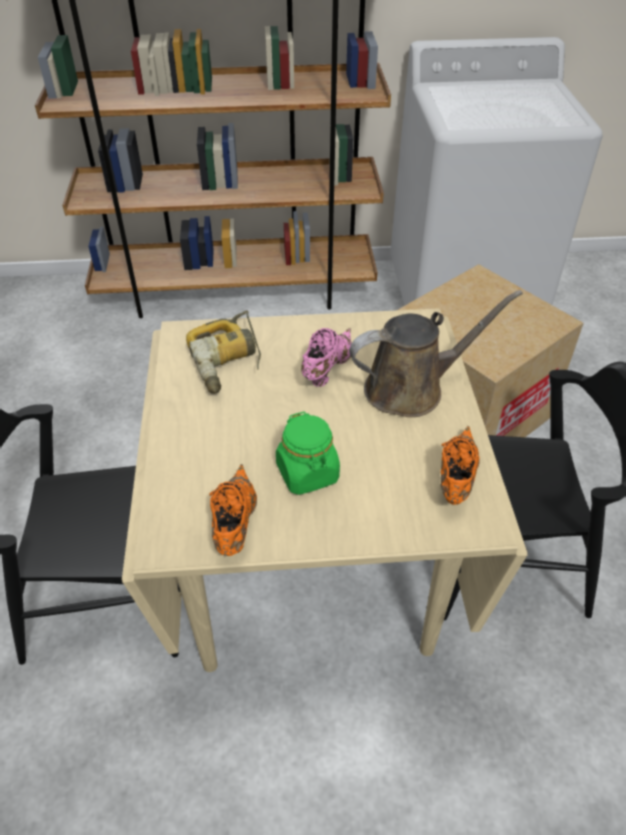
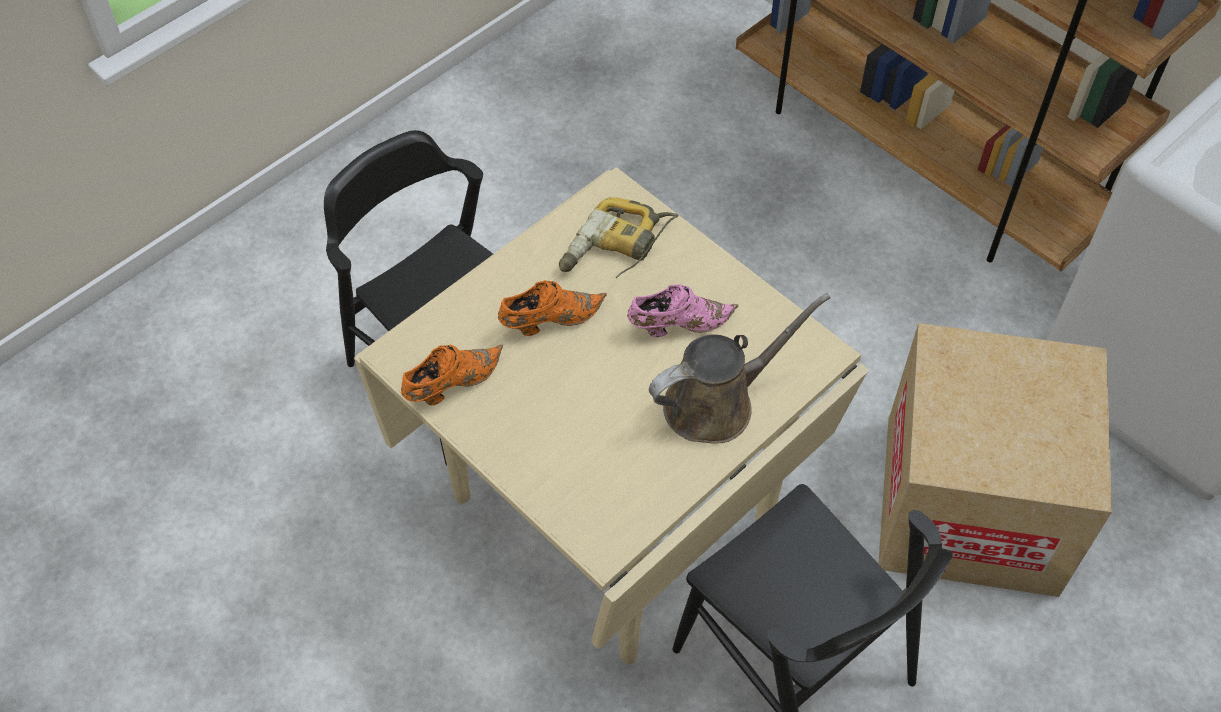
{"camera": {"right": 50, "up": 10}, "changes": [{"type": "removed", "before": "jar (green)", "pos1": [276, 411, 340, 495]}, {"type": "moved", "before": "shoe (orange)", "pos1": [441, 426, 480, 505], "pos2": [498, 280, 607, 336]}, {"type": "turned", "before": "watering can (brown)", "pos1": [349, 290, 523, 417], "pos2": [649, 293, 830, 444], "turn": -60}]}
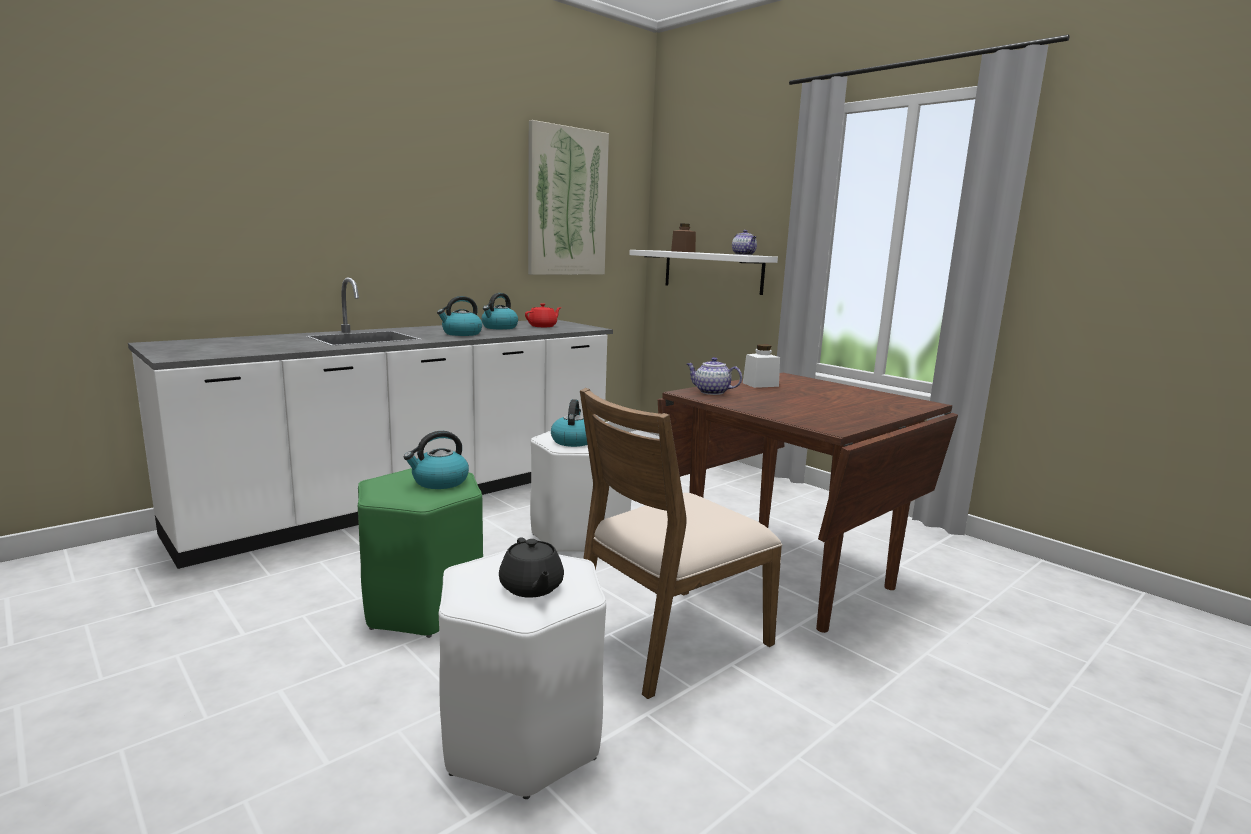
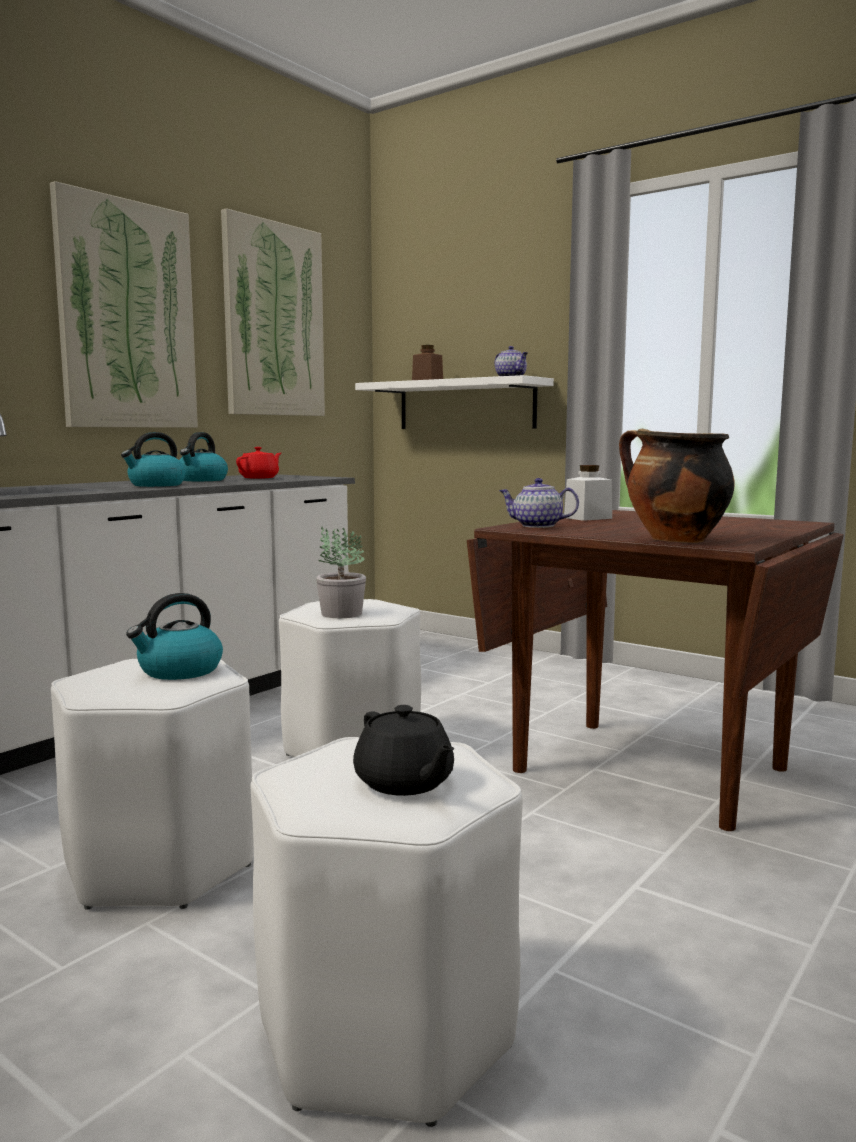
{"camera": {"right": -10, "up": -5}, "changes": [{"type": "removed", "before": "chair (brown)", "pos1": [580, 388, 782, 699]}, {"type": "added", "after": "picture", "pos2": [50, 181, 198, 428]}, {"type": "added", "after": "cooking pot", "pos2": [619, 429, 735, 543]}, {"type": "replaced", "before": "kettle", "after": "potted plant", "pos1": [551, 399, 587, 447], "pos2": [316, 527, 366, 618]}, {"type": "recoloured", "before": "stool (green)", "after": "stool (white)", "pos1": [358, 468, 483, 638], "pos2": [51, 659, 254, 910]}]}
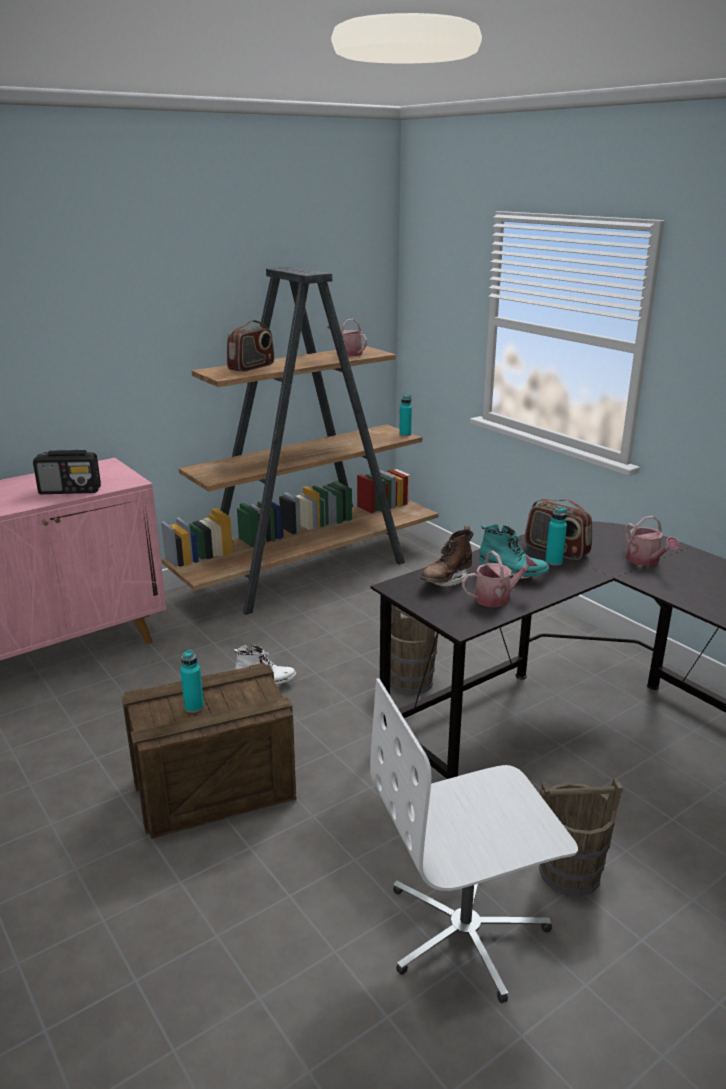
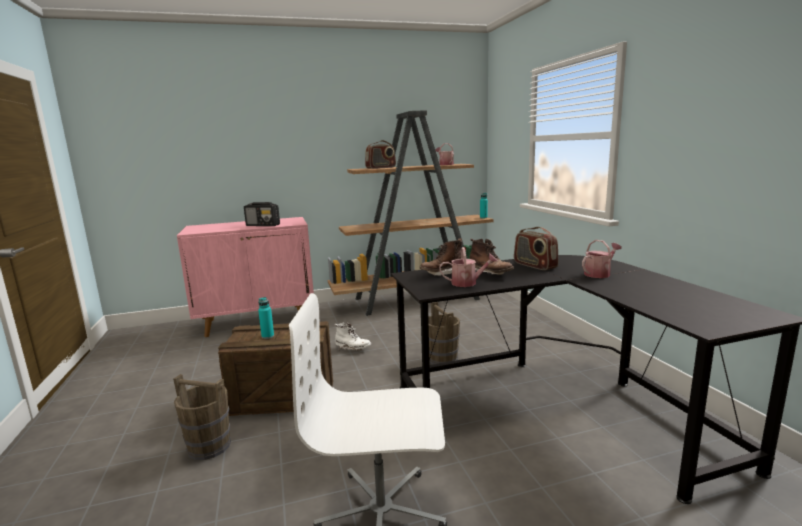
{"camera": {"right": 20, "up": -10}, "changes": [{"type": "removed", "before": "bottle (turquoise)", "pos1": [545, 507, 567, 566]}, {"type": "moved", "before": "bucket (brown)", "pos1": [539, 778, 623, 897], "pos2": [173, 374, 231, 460]}, {"type": "recoloured", "before": "boot (turquoise)", "after": "boot (brown)", "pos1": [479, 524, 549, 579], "pos2": [469, 239, 514, 275]}, {"type": "turned", "before": "watering can", "pos1": [625, 516, 679, 566], "pos2": [582, 240, 622, 278], "turn": -120}]}
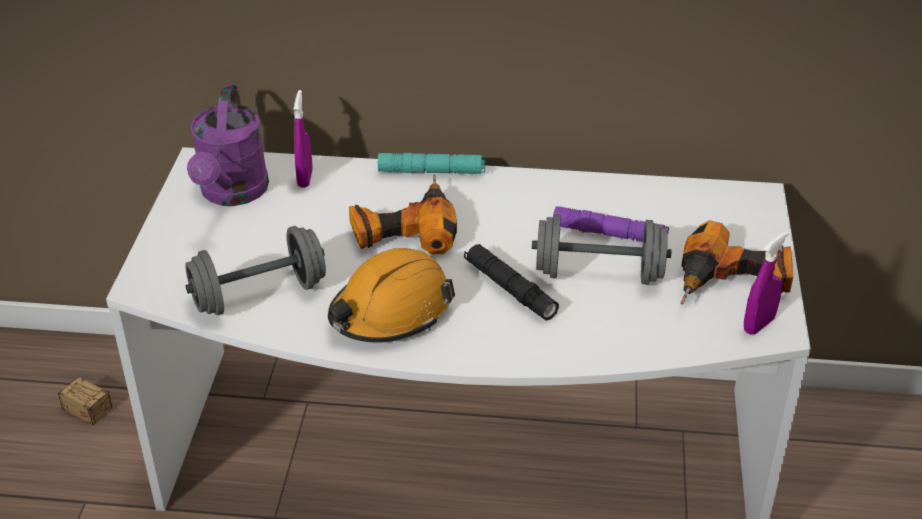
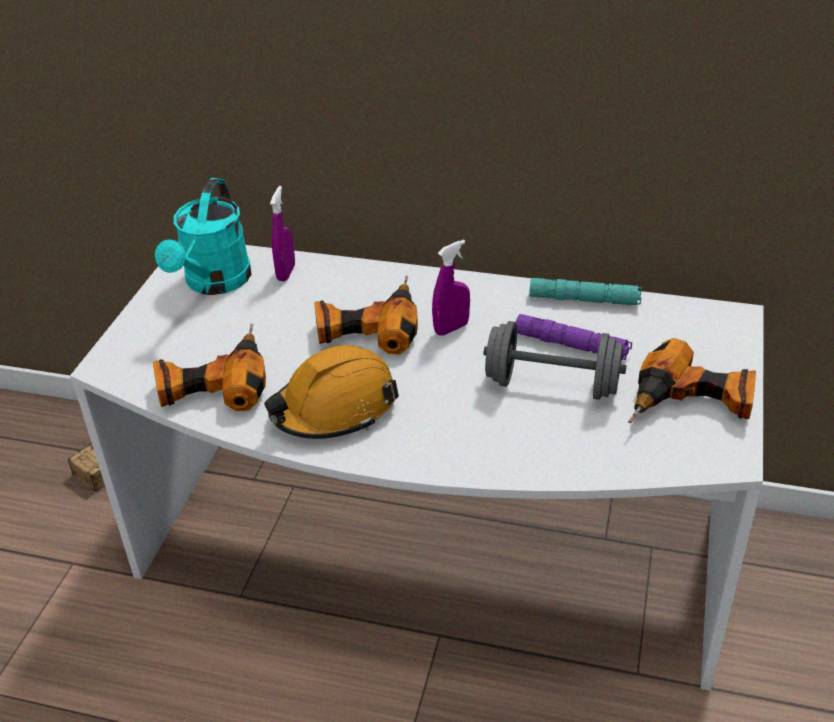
{"camera": {"right": 10, "up": 0}, "changes": [{"type": "removed", "before": "flashlight (black)", "pos1": [464, 244, 559, 320]}, {"type": "moved", "before": "flashlight (turquoise)", "pos1": [378, 153, 486, 174], "pos2": [529, 278, 642, 305]}, {"type": "moved", "before": "spray bottle (purple)", "pos1": [744, 231, 789, 335], "pos2": [432, 239, 470, 336]}, {"type": "replaced", "before": "dumbbell (grey)", "after": "power drill", "pos1": [185, 226, 326, 316], "pos2": [153, 324, 266, 411]}, {"type": "recoloured", "before": "watering can (purple)", "after": "watering can (turquoise)", "pos1": [187, 85, 269, 206], "pos2": [155, 178, 251, 295]}]}
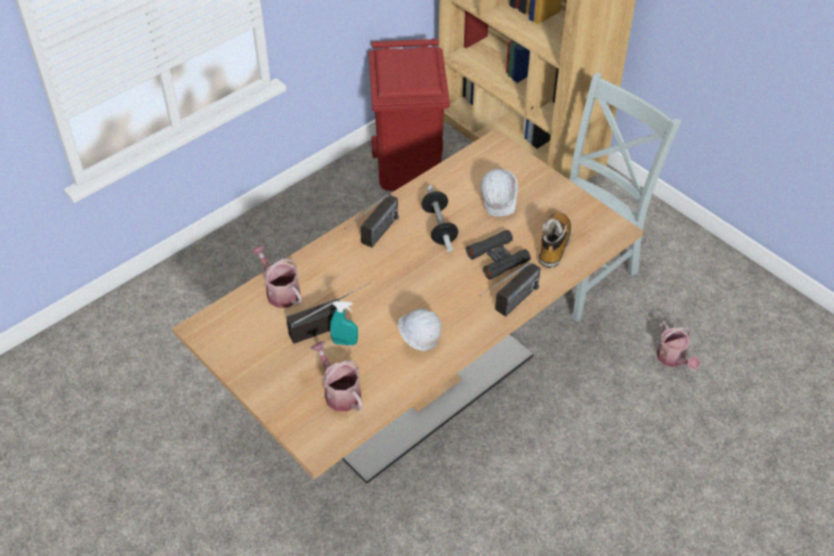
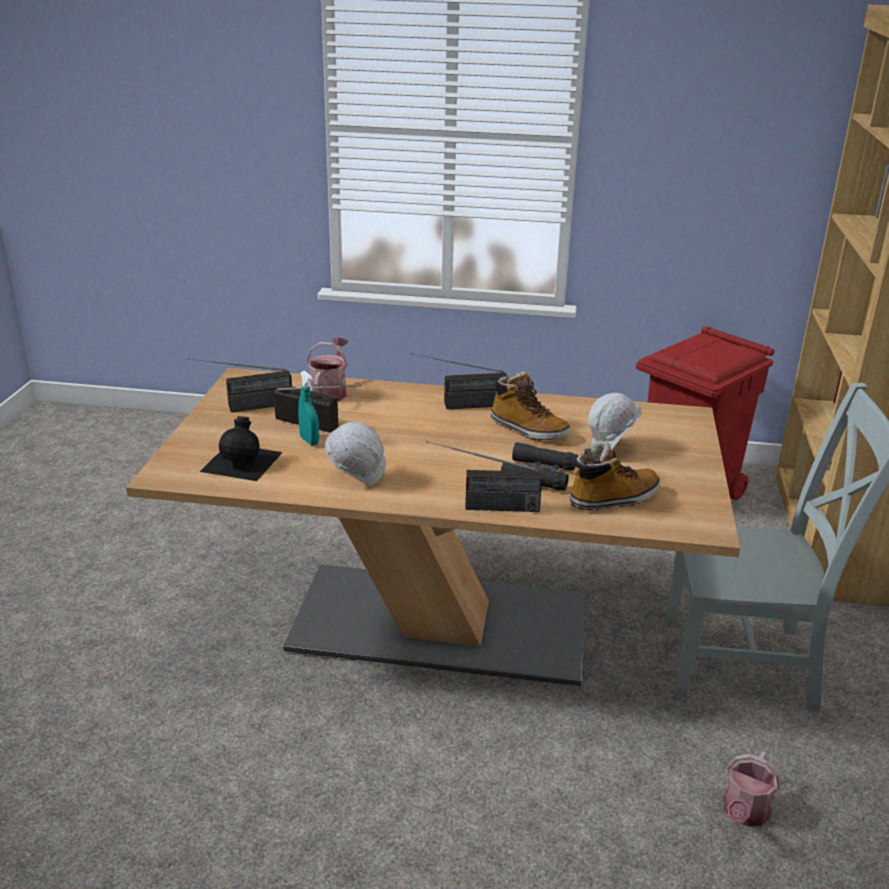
{"camera": {"right": 50, "up": -20}, "changes": [{"type": "added", "after": "radio", "pos2": [188, 358, 292, 413]}, {"type": "replaced", "before": "watering can", "after": "bottle (black)", "pos1": [310, 341, 363, 411], "pos2": [200, 416, 283, 481]}, {"type": "replaced", "before": "dumbbell", "after": "boot", "pos1": [422, 185, 458, 252], "pos2": [491, 372, 571, 441]}]}
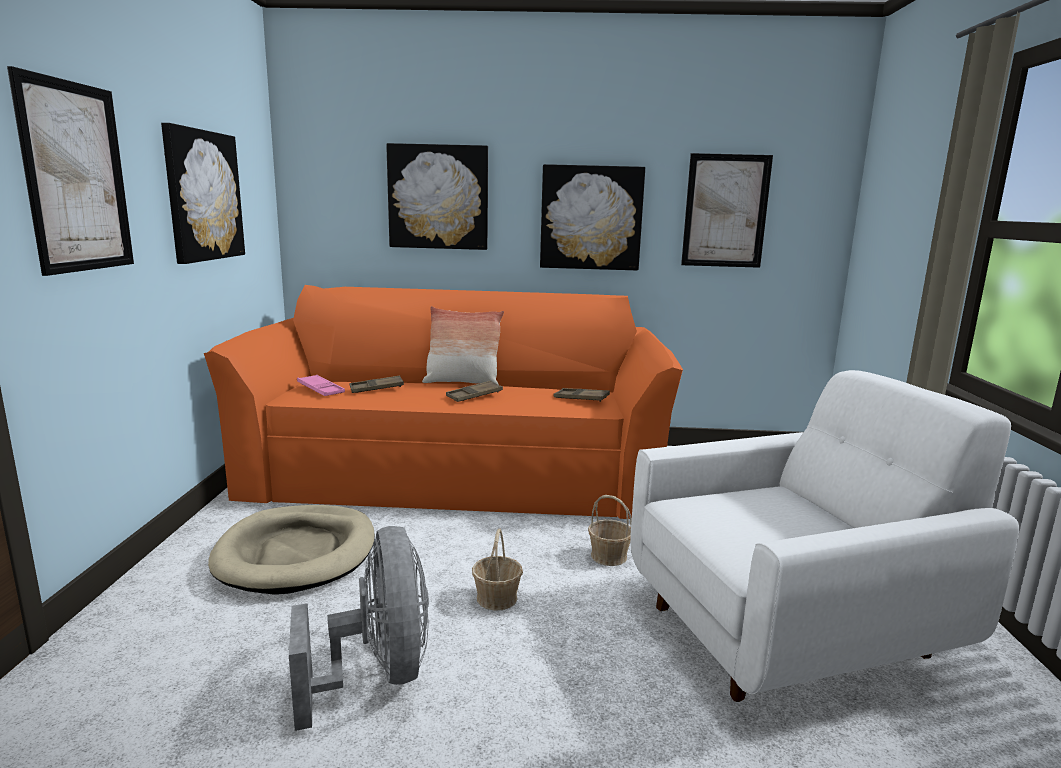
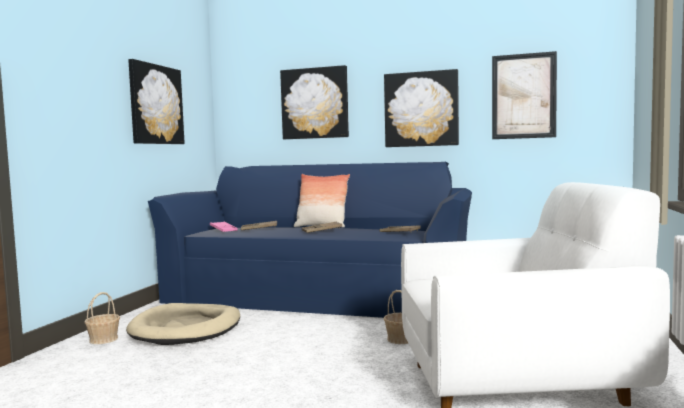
{"camera": {"right": 15, "up": -10}, "changes": [{"type": "removed", "before": "picture", "pos1": [7, 66, 134, 276]}, {"type": "removed", "before": "fan (grey)", "pos1": [289, 526, 429, 731]}, {"type": "moved", "before": "basket", "pos1": [472, 528, 523, 611], "pos2": [84, 292, 120, 344]}, {"type": "recoloured", "before": "sofa (orange)", "after": "sofa (blue)", "pos1": [204, 285, 683, 519], "pos2": [148, 162, 472, 318]}]}
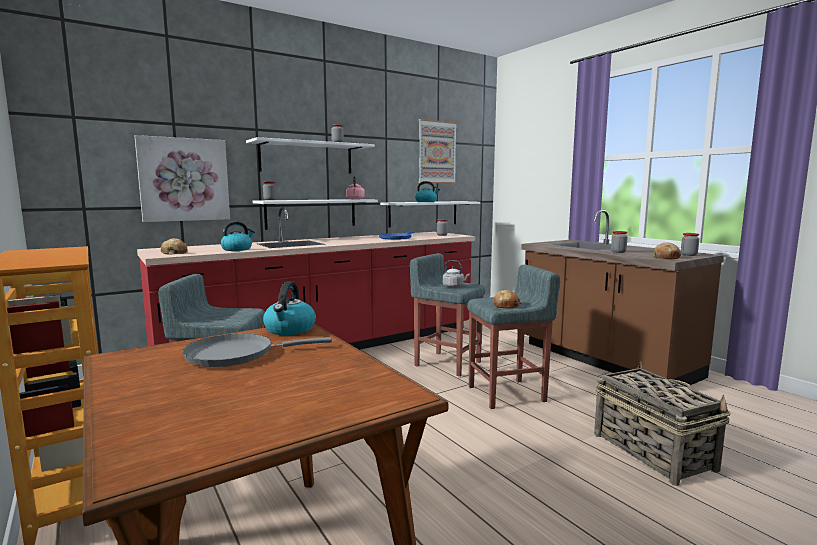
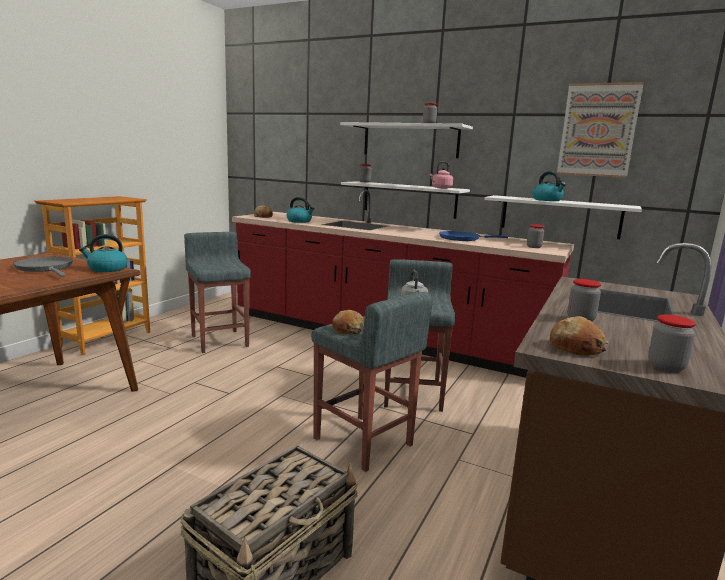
{"camera": {"right": 60, "up": 5}, "changes": [{"type": "removed", "before": "picture", "pos1": [135, 135, 230, 222]}]}
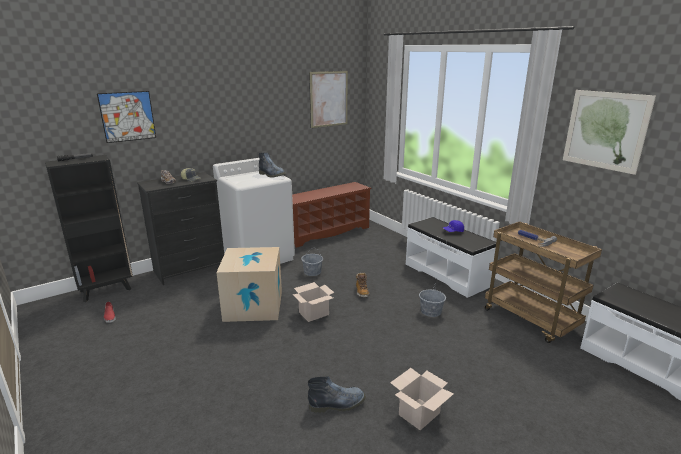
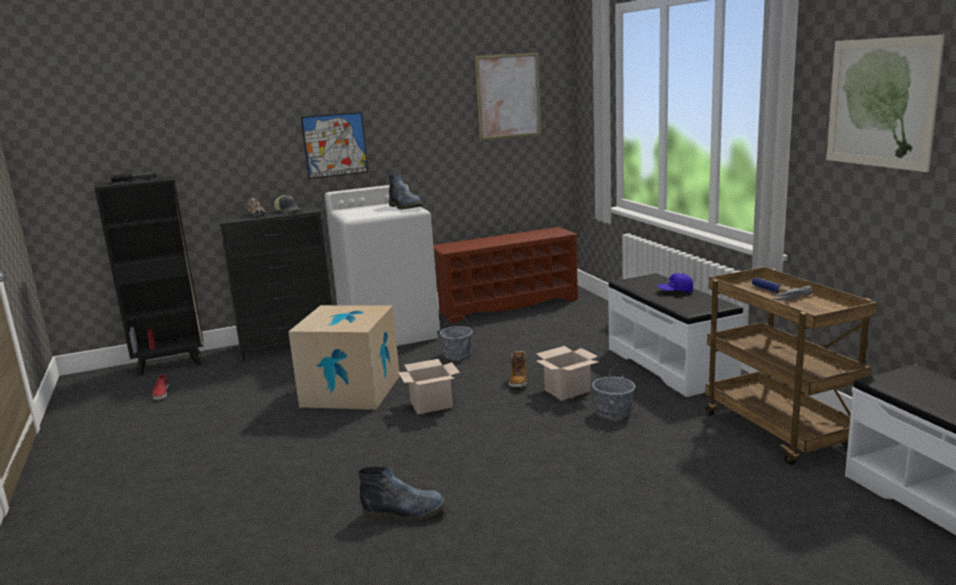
{"camera": {"right": 15, "up": -5}, "changes": [{"type": "moved", "before": "picture", "pos1": [97, 91, 156, 143], "pos2": [301, 112, 368, 179]}, {"type": "moved", "before": "cardboard box", "pos1": [390, 368, 454, 430], "pos2": [536, 346, 598, 400]}]}
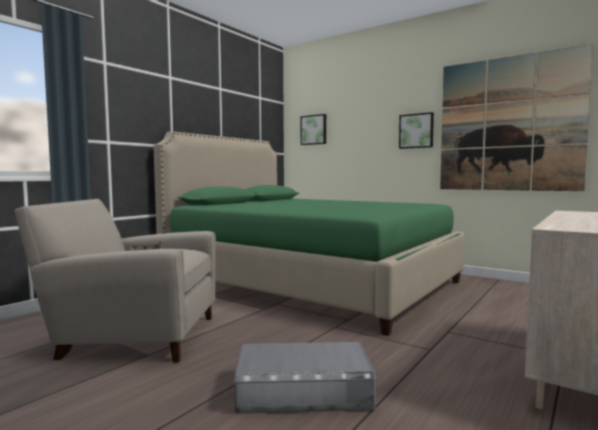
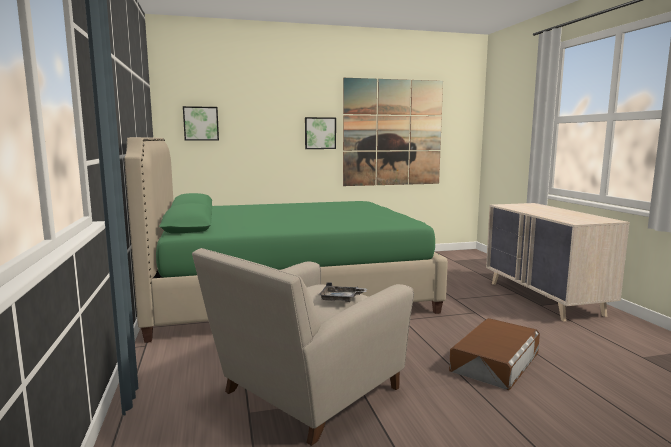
{"camera": {"right": -50, "up": 5}, "changes": [{"type": "recoloured", "before": "storage box (grey)", "after": "storage box (brown)", "pos1": [234, 342, 376, 414], "pos2": [449, 318, 540, 390]}]}
